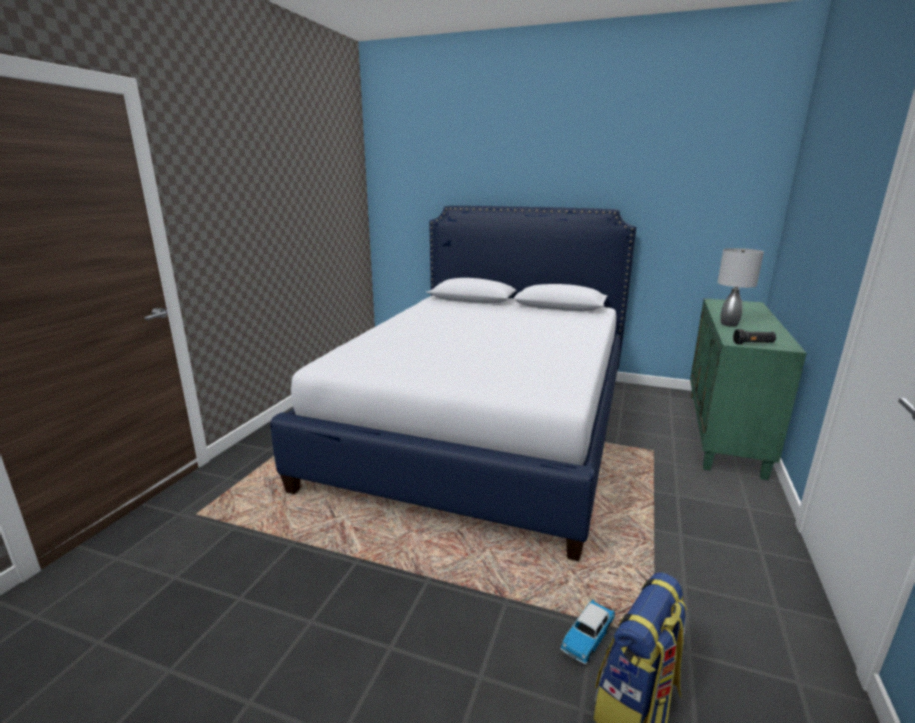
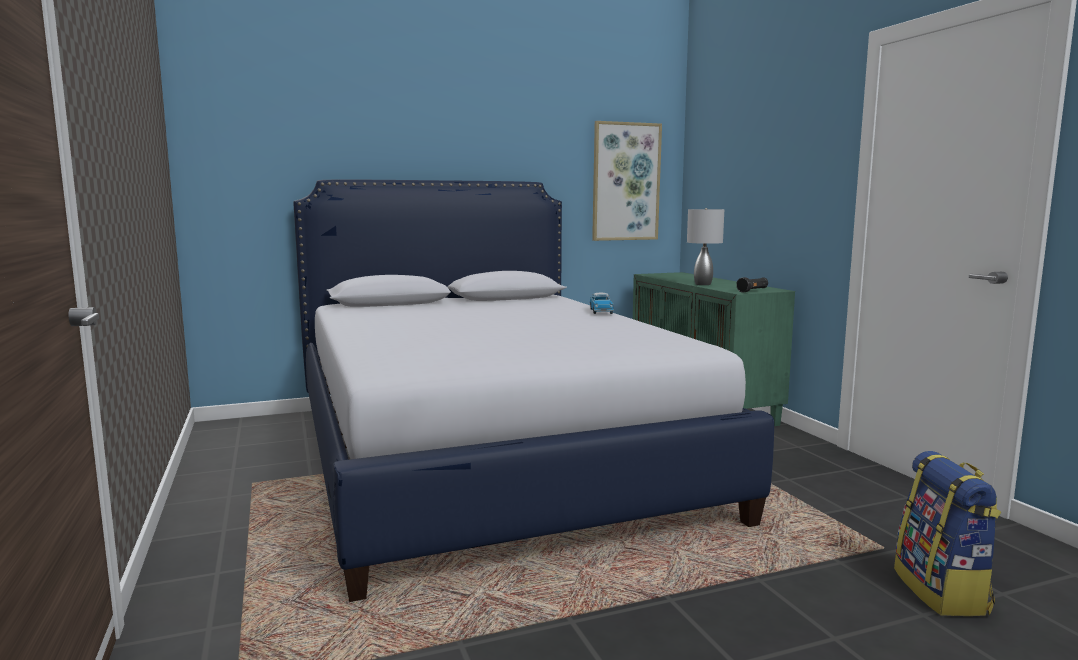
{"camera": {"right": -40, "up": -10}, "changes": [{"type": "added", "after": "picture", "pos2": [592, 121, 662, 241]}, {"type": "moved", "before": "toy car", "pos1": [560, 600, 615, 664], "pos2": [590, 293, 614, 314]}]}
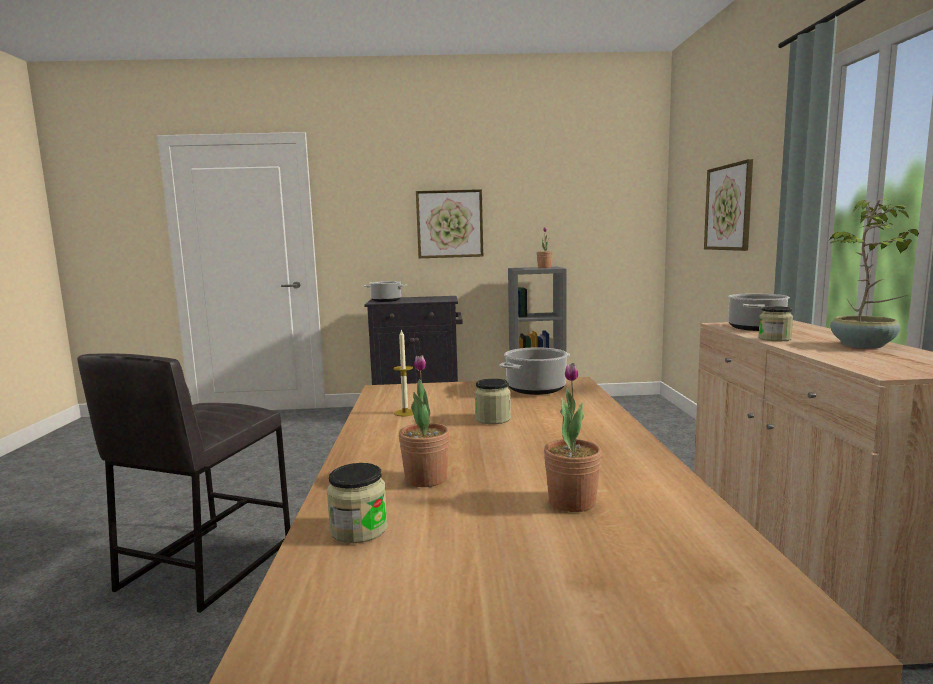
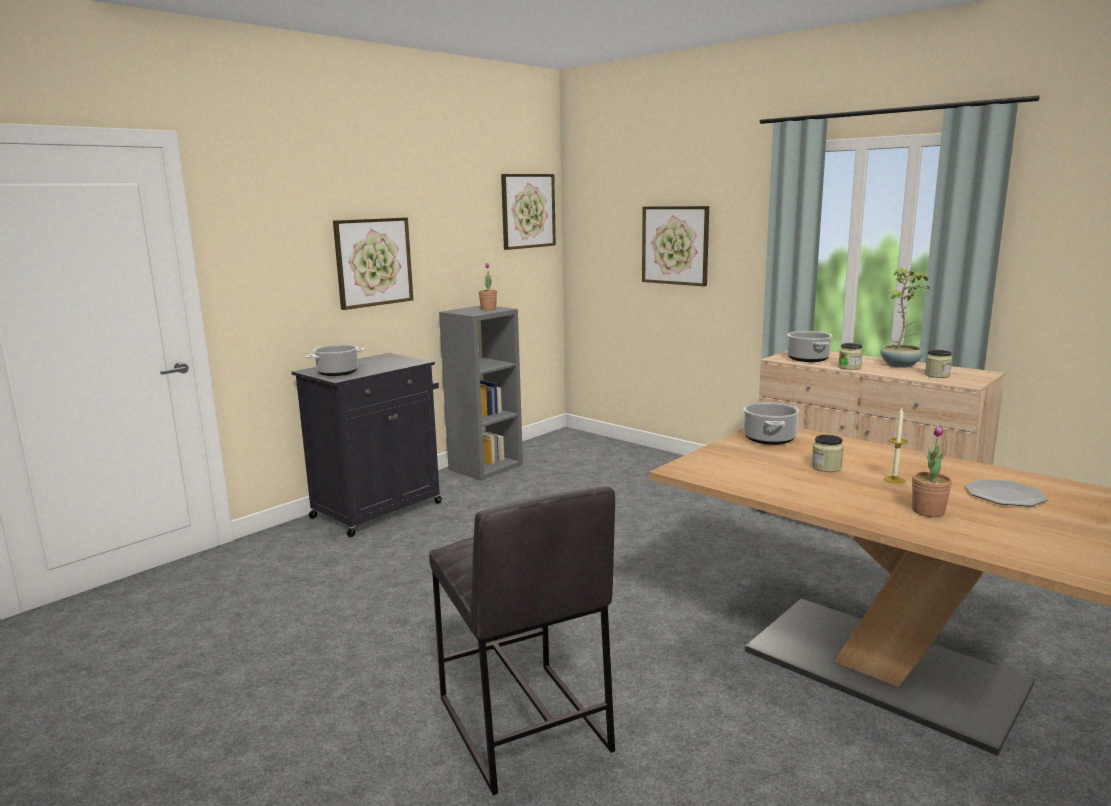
{"camera": {"right": -45, "up": 5}, "changes": [{"type": "added", "after": "picture", "pos2": [501, 174, 556, 250]}, {"type": "moved", "before": "jar", "pos1": [327, 463, 388, 543], "pos2": [925, 350, 952, 378]}, {"type": "moved", "before": "candle", "pos1": [393, 329, 413, 416], "pos2": [884, 408, 908, 484]}, {"type": "replaced", "before": "potted plant", "after": "plate", "pos1": [544, 363, 602, 512], "pos2": [965, 479, 1048, 507]}]}
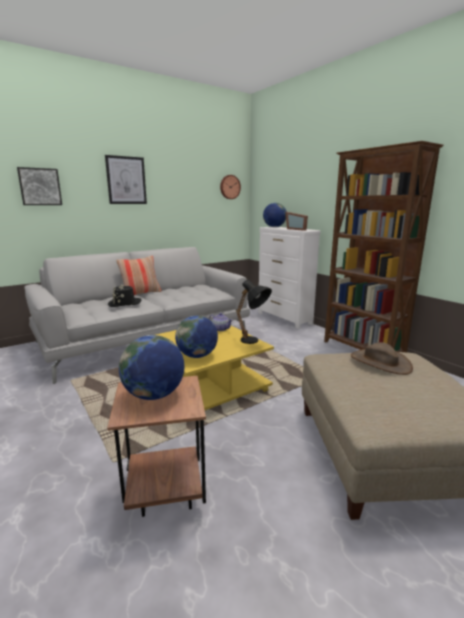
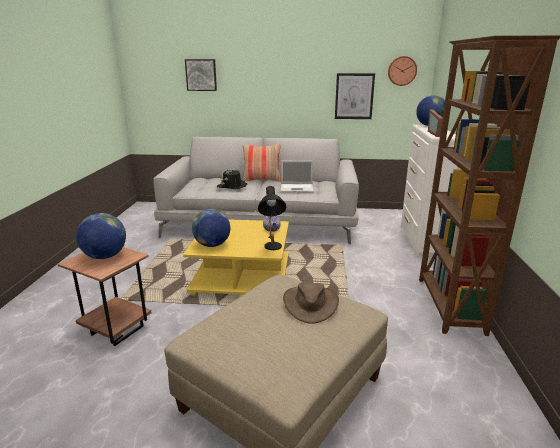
{"camera": {"right": 40, "up": 5}, "changes": [{"type": "added", "after": "laptop", "pos2": [281, 160, 314, 193]}, {"type": "moved", "before": "picture", "pos1": [105, 155, 147, 204], "pos2": [335, 73, 375, 119]}]}
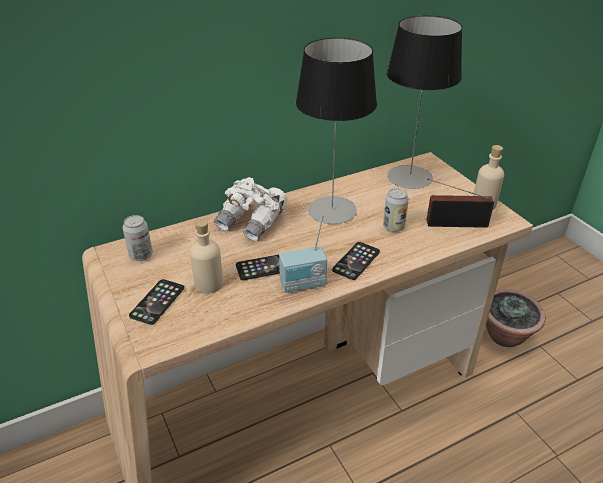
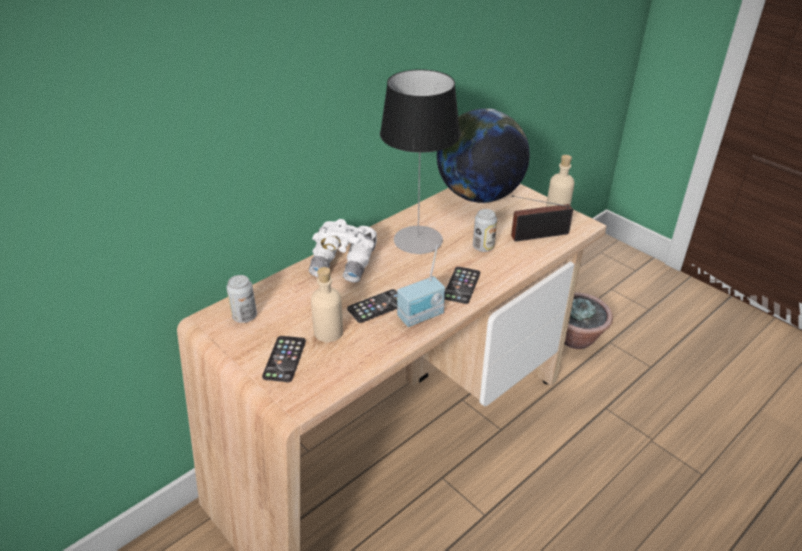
{"camera": {"right": -15, "up": 0}, "changes": [{"type": "replaced", "before": "table lamp", "after": "globe", "pos1": [387, 15, 463, 189], "pos2": [437, 108, 530, 203]}]}
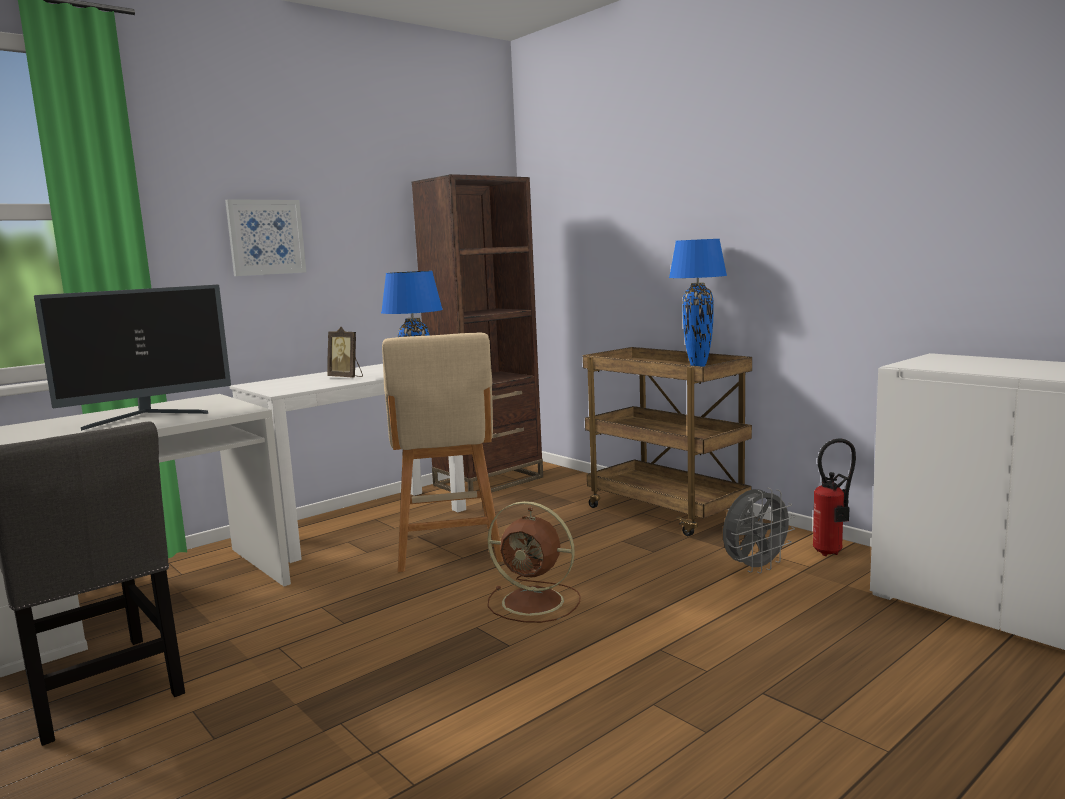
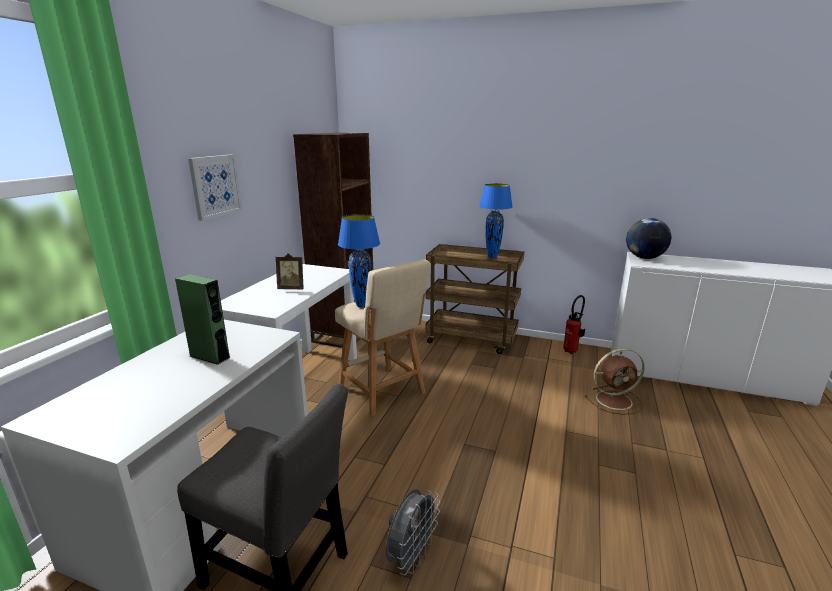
{"camera": {"right": -30, "up": 10}, "changes": [{"type": "added", "after": "globe", "pos2": [626, 218, 671, 259]}, {"type": "moved", "before": "fan (brown)", "pos1": [488, 501, 581, 623], "pos2": [585, 348, 645, 414]}, {"type": "moved", "before": "fan (grey)", "pos1": [723, 487, 795, 574], "pos2": [386, 489, 440, 575]}, {"type": "replaced", "before": "monitor", "after": "speaker (green)", "pos1": [34, 285, 231, 431], "pos2": [175, 274, 230, 365]}]}
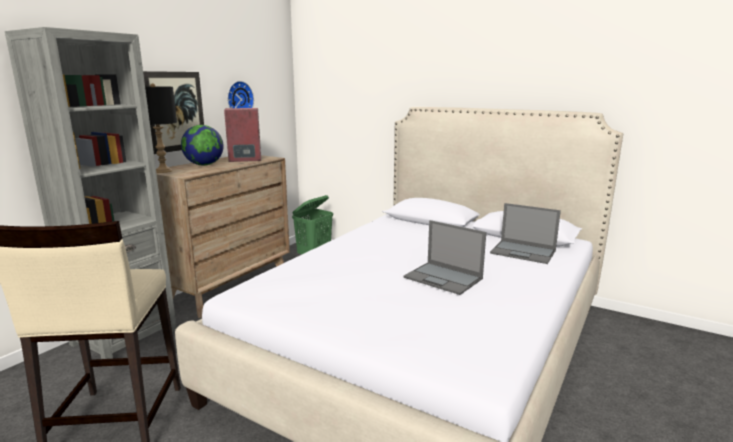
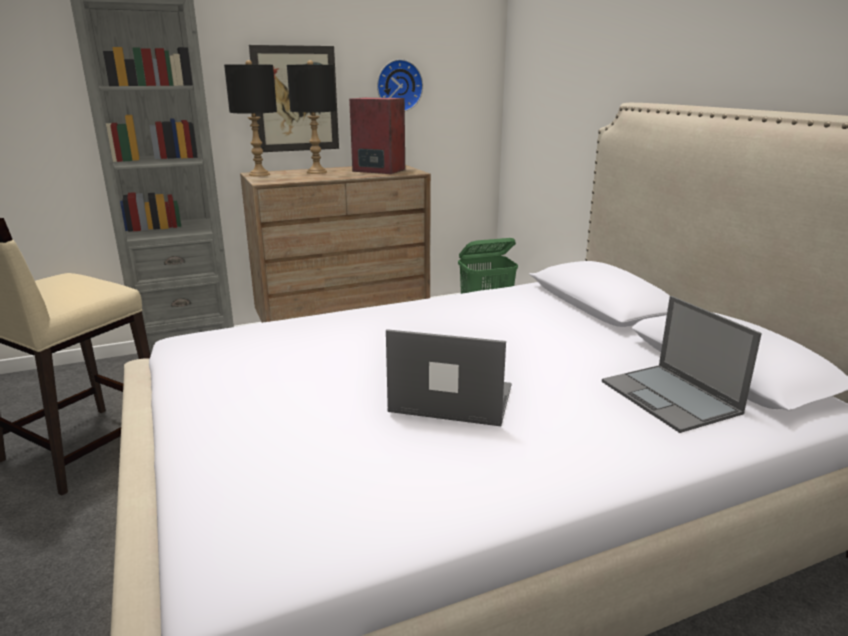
{"camera": {"right": 35, "up": 5}, "changes": [{"type": "replaced", "before": "globe", "after": "table lamp (black)", "pos1": [181, 125, 223, 165], "pos2": [287, 60, 336, 174]}, {"type": "turned", "before": "laptop", "pos1": [403, 220, 486, 295], "pos2": [386, 329, 511, 426], "turn": 120}]}
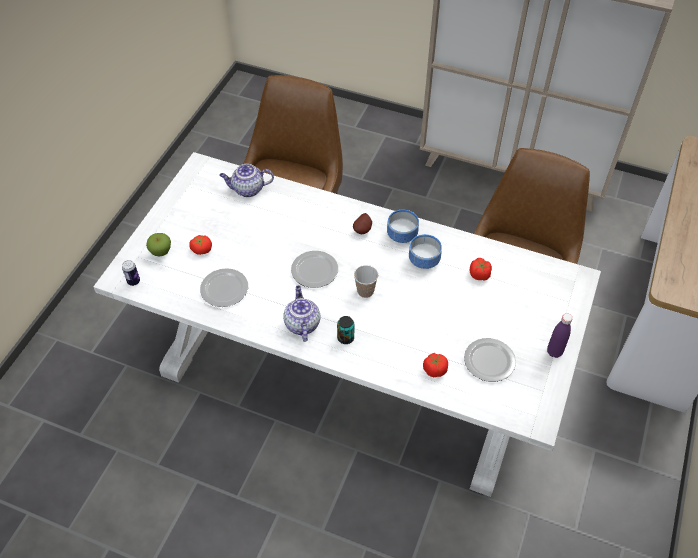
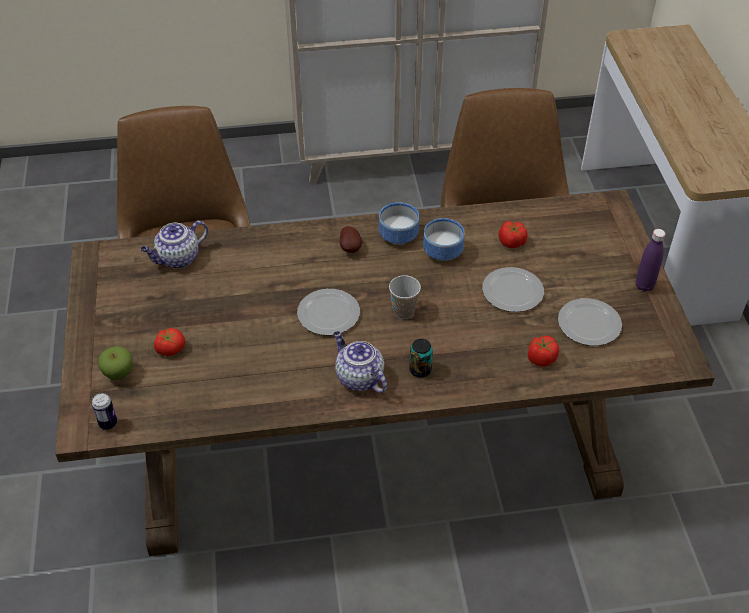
{"camera": {"right": -30, "up": -5}, "changes": [{"type": "moved", "before": "plate", "pos1": [200, 268, 248, 307], "pos2": [482, 267, 544, 312]}, {"type": "recoloured", "before": "dining table (white)", "after": "dining table (brown)", "pos1": [93, 152, 601, 497], "pos2": [55, 190, 715, 556]}]}
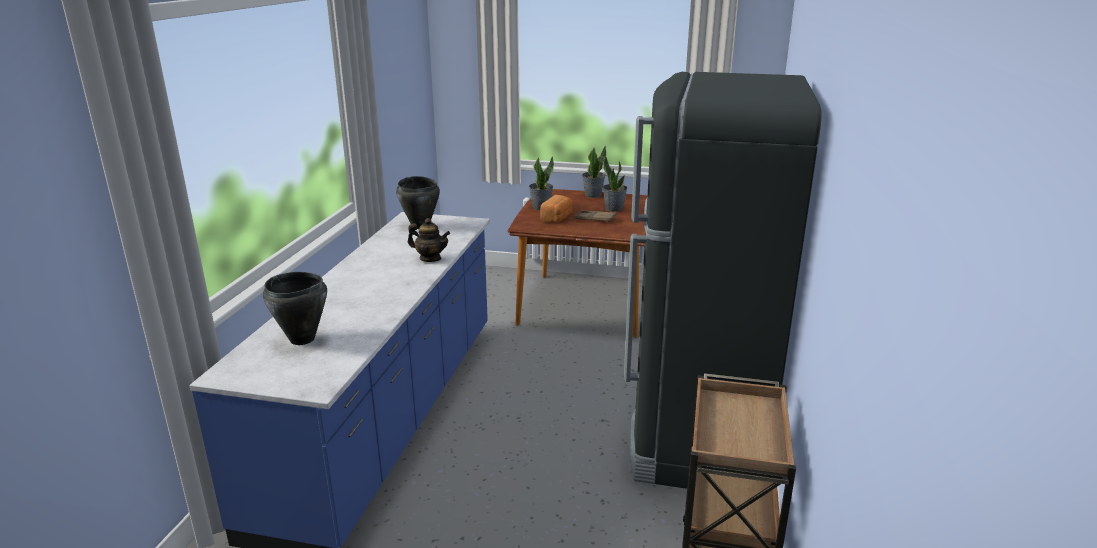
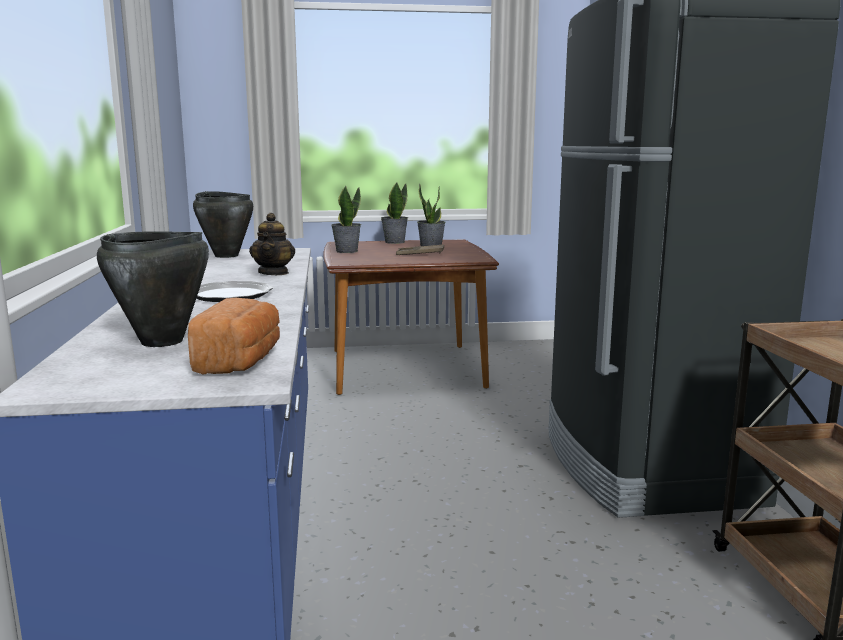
{"camera": {"right": -20, "up": -10}, "changes": [{"type": "added", "after": "plate", "pos2": [197, 281, 273, 302]}, {"type": "moved", "before": "bread", "pos1": [540, 195, 573, 223], "pos2": [188, 298, 280, 375]}, {"type": "turned", "before": "teapot", "pos1": [408, 218, 450, 262], "pos2": [249, 213, 295, 275], "turn": 90}]}
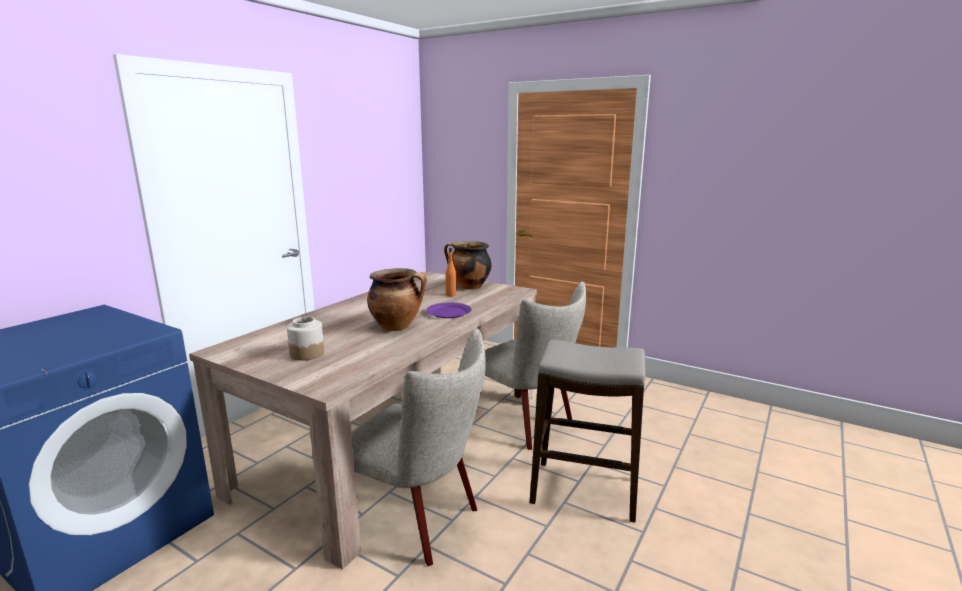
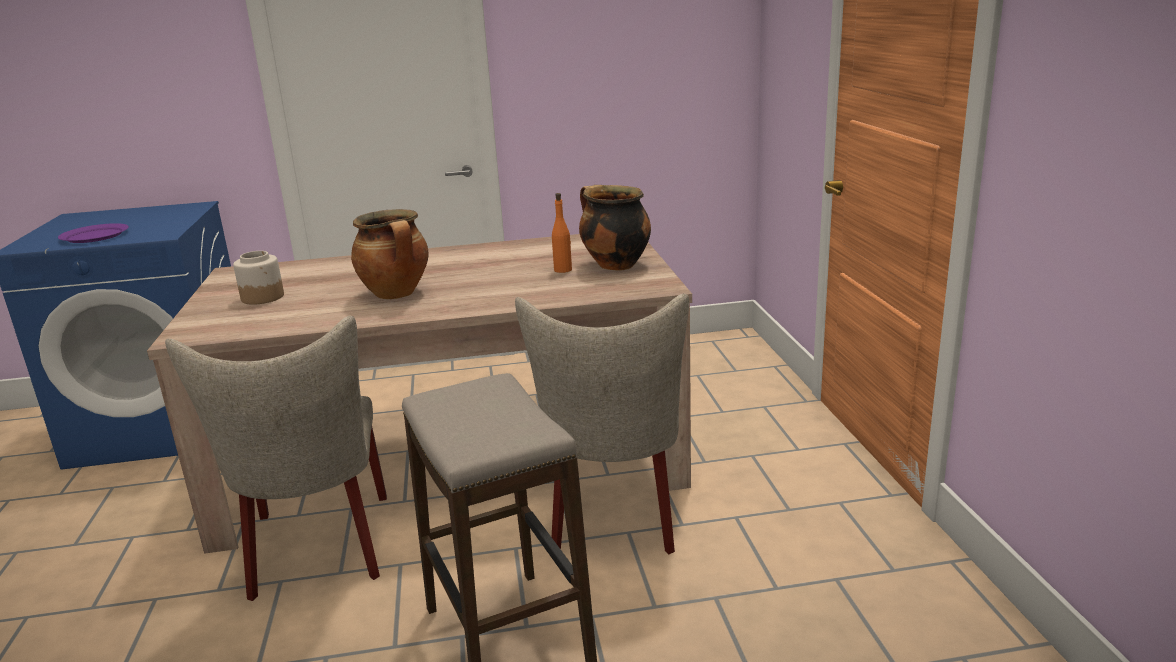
{"camera": {"right": 50, "up": 5}, "changes": [{"type": "moved", "before": "plate (purple)", "pos1": [426, 302, 471, 318], "pos2": [58, 223, 129, 243]}]}
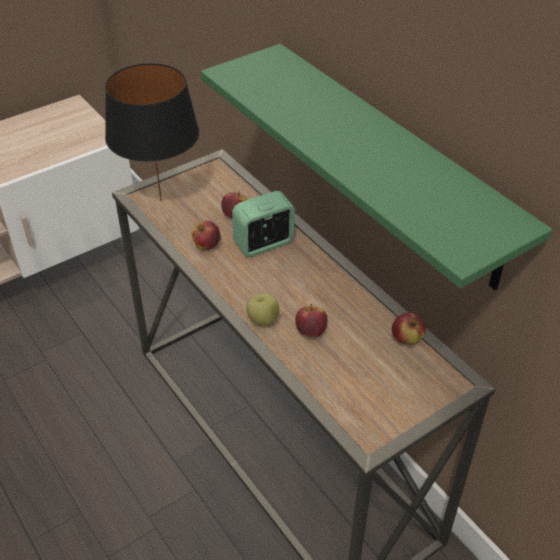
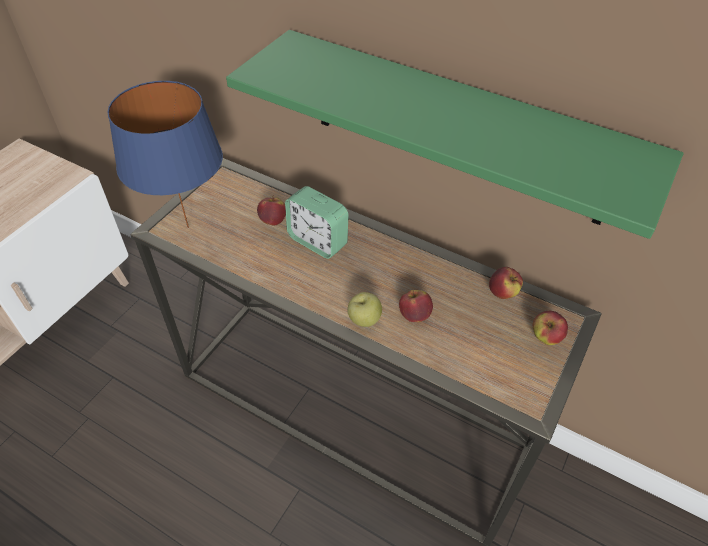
{"camera": {"right": -25, "up": 5}, "changes": [{"type": "moved", "before": "apple", "pos1": [191, 221, 221, 250], "pos2": [533, 311, 568, 345]}, {"type": "recoloured", "before": "table lamp (black)", "after": "table lamp (blue)", "pos1": [105, 63, 199, 201], "pos2": [108, 81, 223, 228]}, {"type": "turned", "before": "alarm clock", "pos1": [232, 191, 295, 257], "pos2": [285, 186, 349, 259], "turn": -90}]}
